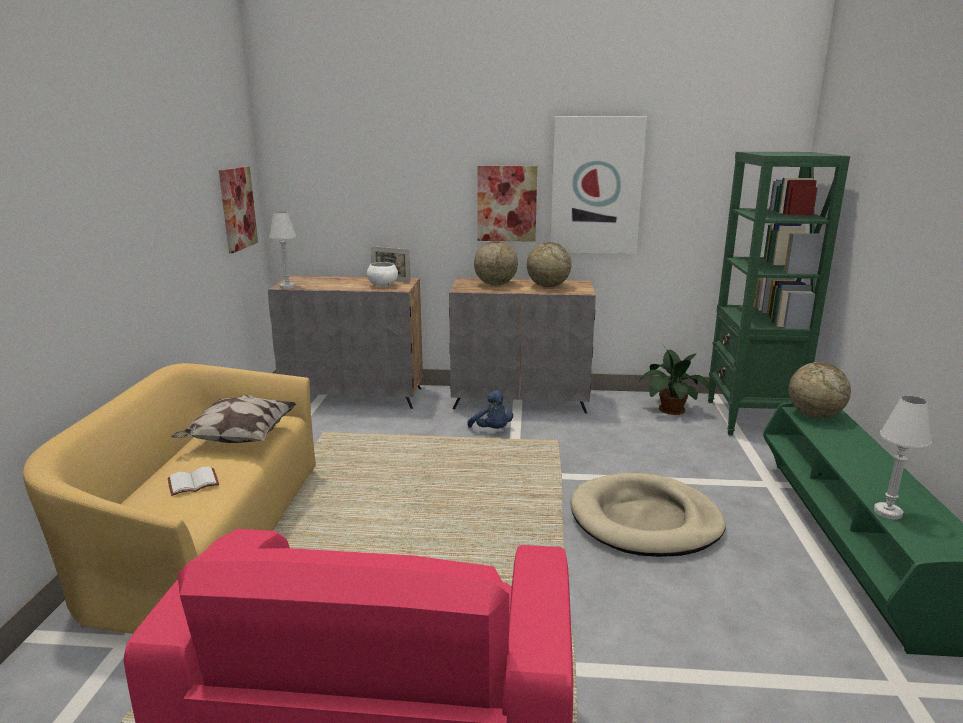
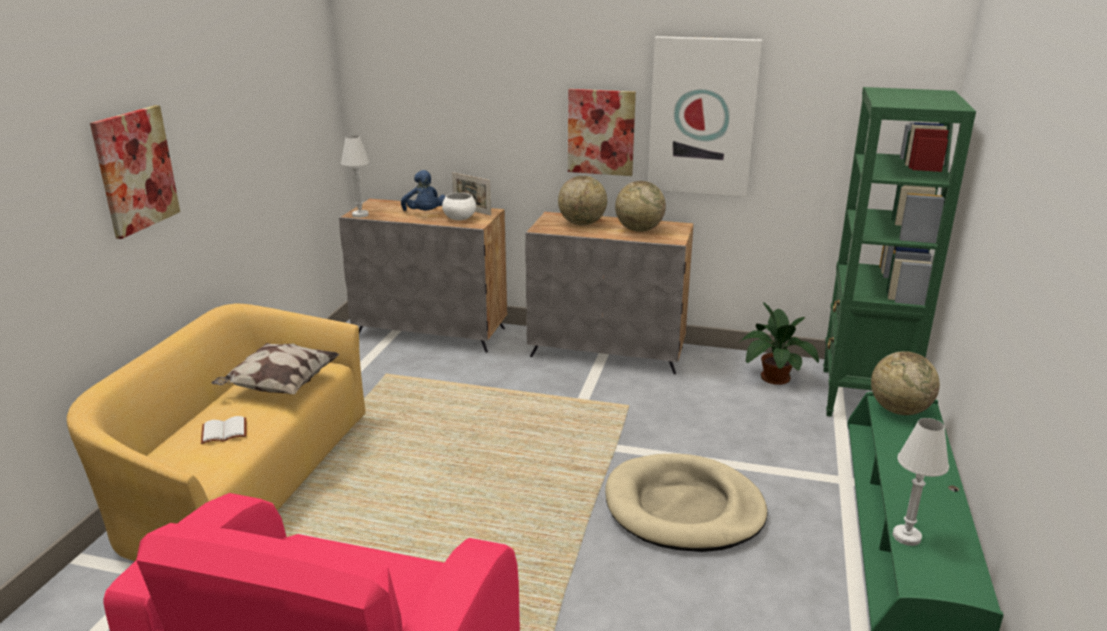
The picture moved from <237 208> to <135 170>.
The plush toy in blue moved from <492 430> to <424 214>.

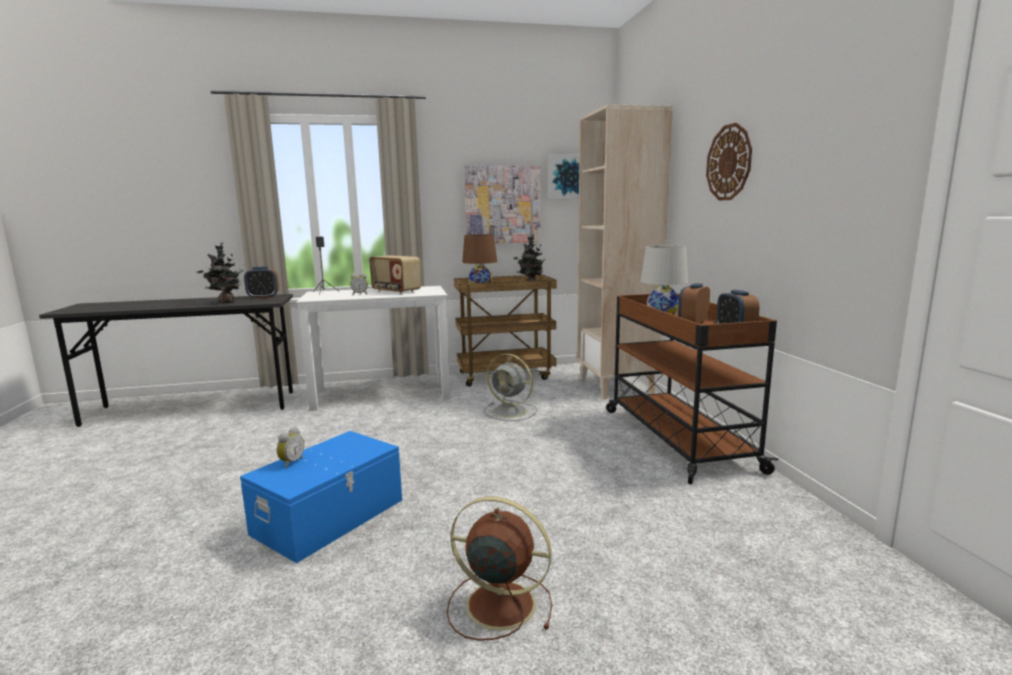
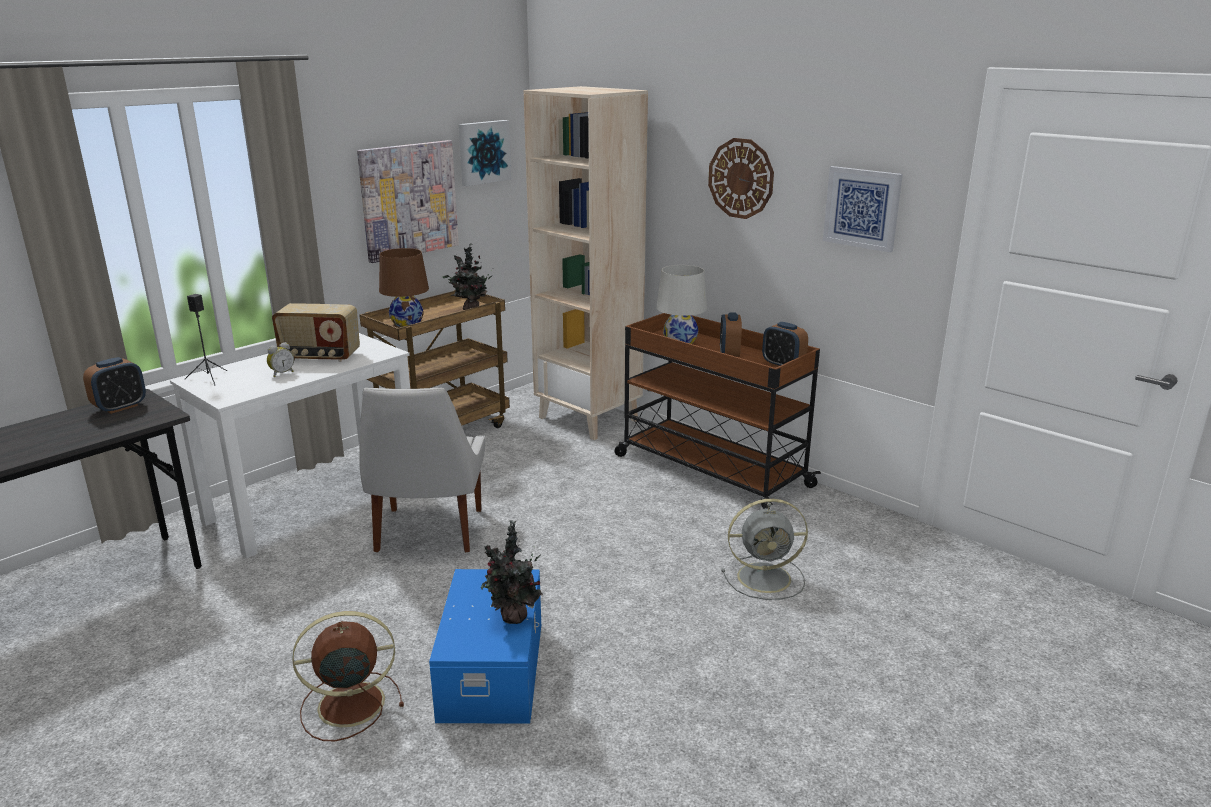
The fan in brown moved from <497 604> to <348 705>.
The chair in white at <428 533> appeared.
The potted plant moved from <225 302> to <513 618>.
The fan in grey moved from <511 411> to <766 577>.
The picture at <862 208> appeared.
The alarm clock at <291 462> disappeared.

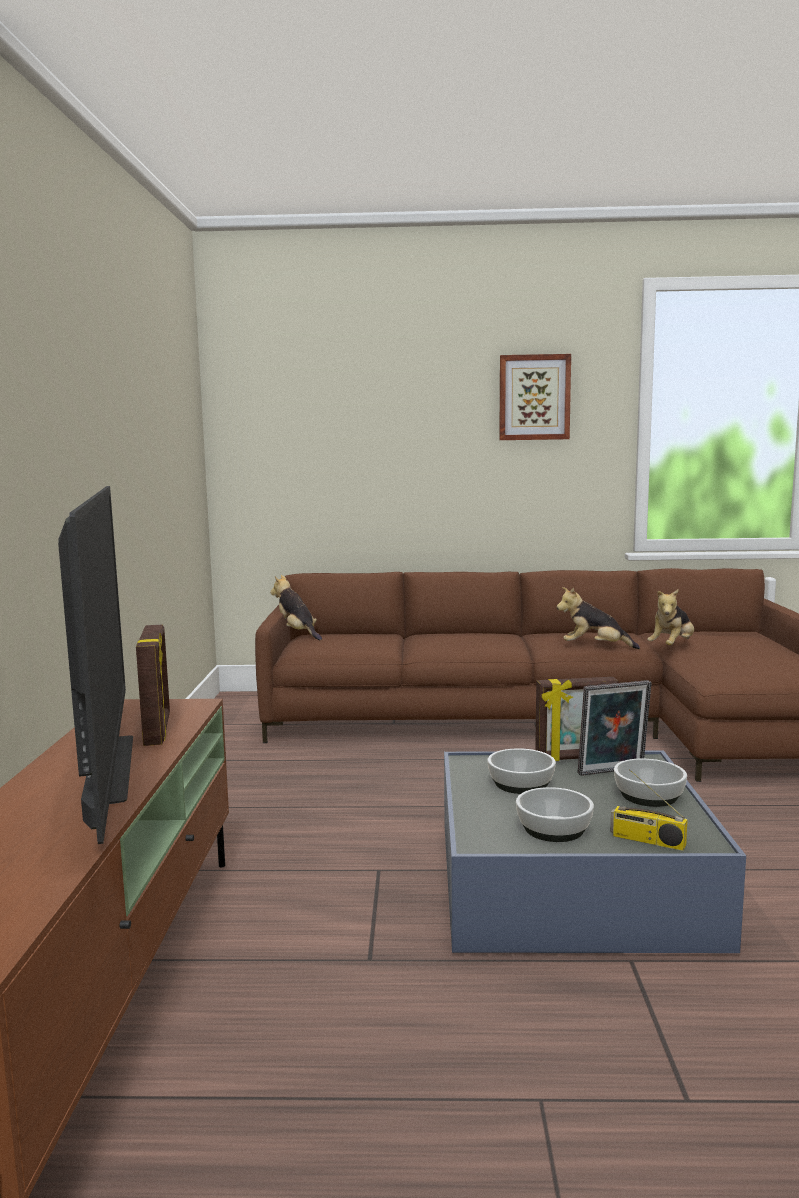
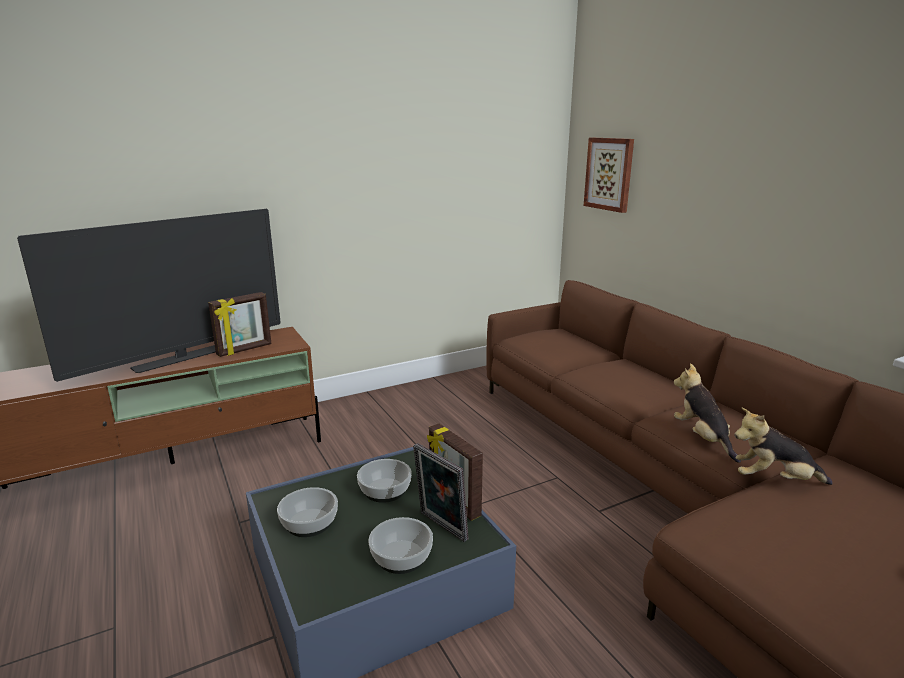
The picture moved from <534 397> to <609 174>.
The plush toy at <297 633> disappeared.
The radio at <647 840> disappeared.

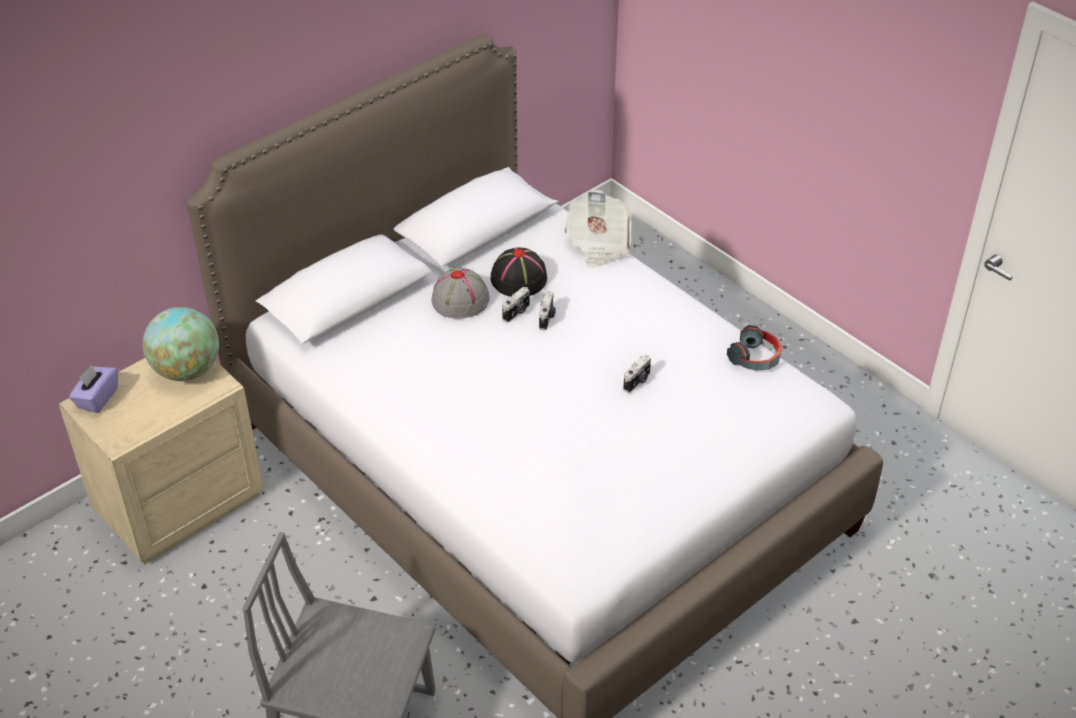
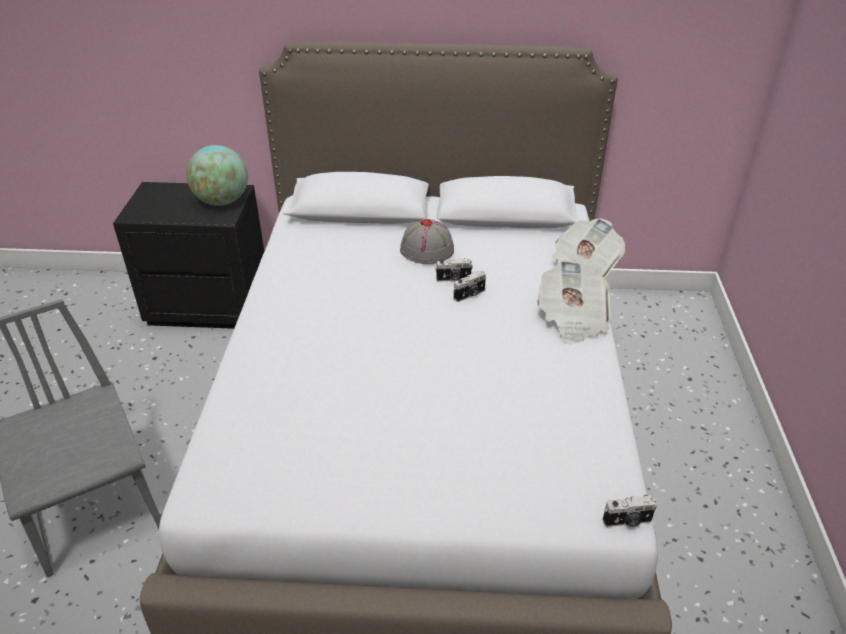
The nightstand in beige at <178 502> became the nightstand in black at <209 304>.
The newspaper at <572 319> appeared.
The photo camera moved from <637 382> to <627 521>.
The tissue box in purple at <97 398> disappeared.
The hat in black at <519 279> disappeared.
The headphones at <755 358> disappeared.

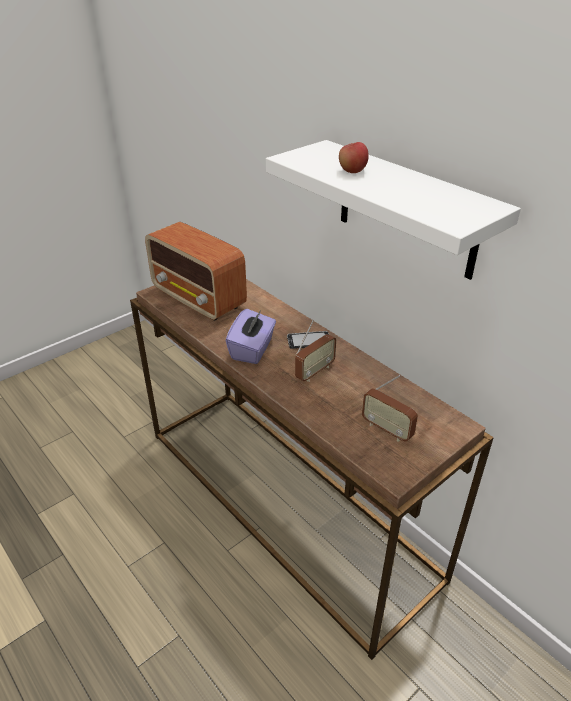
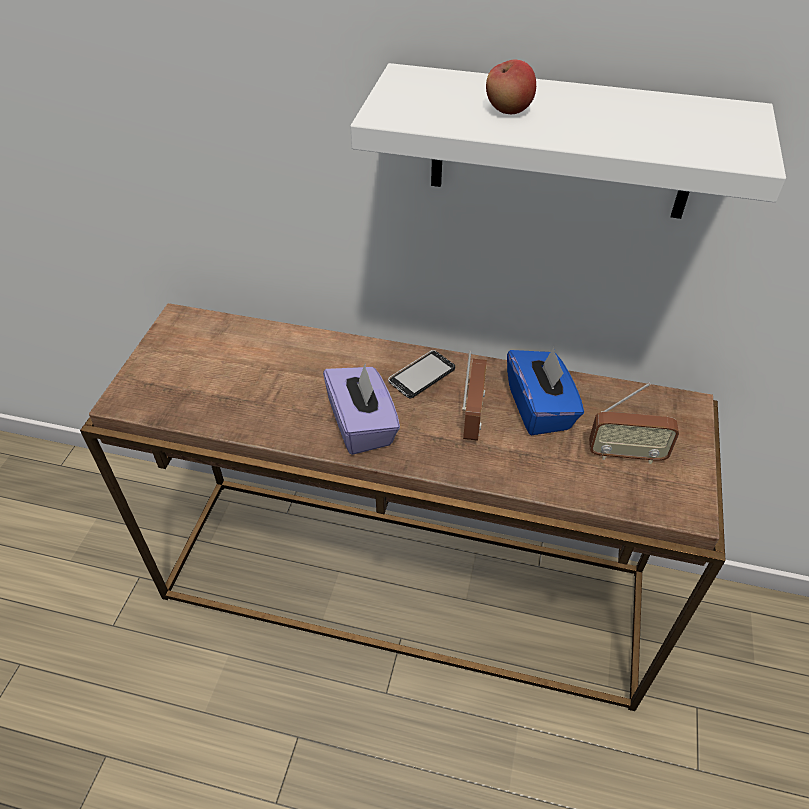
The tissue box in blue at <539 408> appeared.
The radio at <199 299> disappeared.

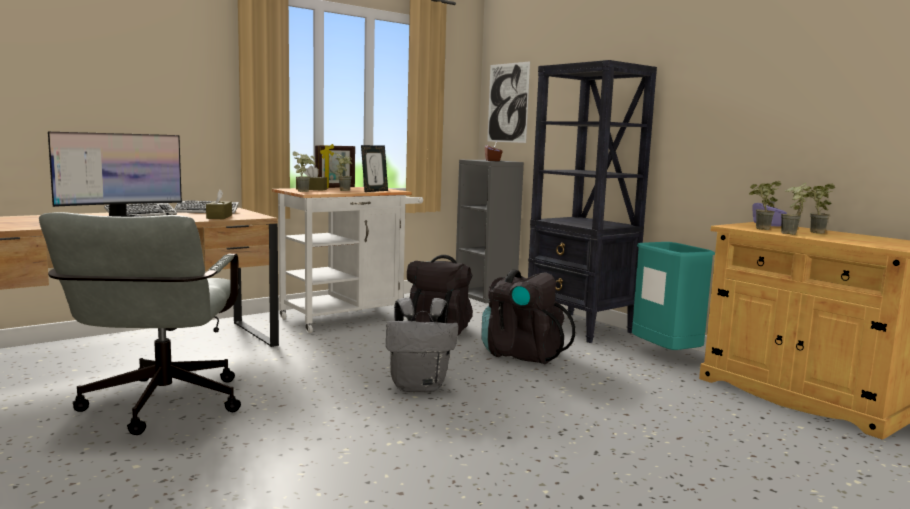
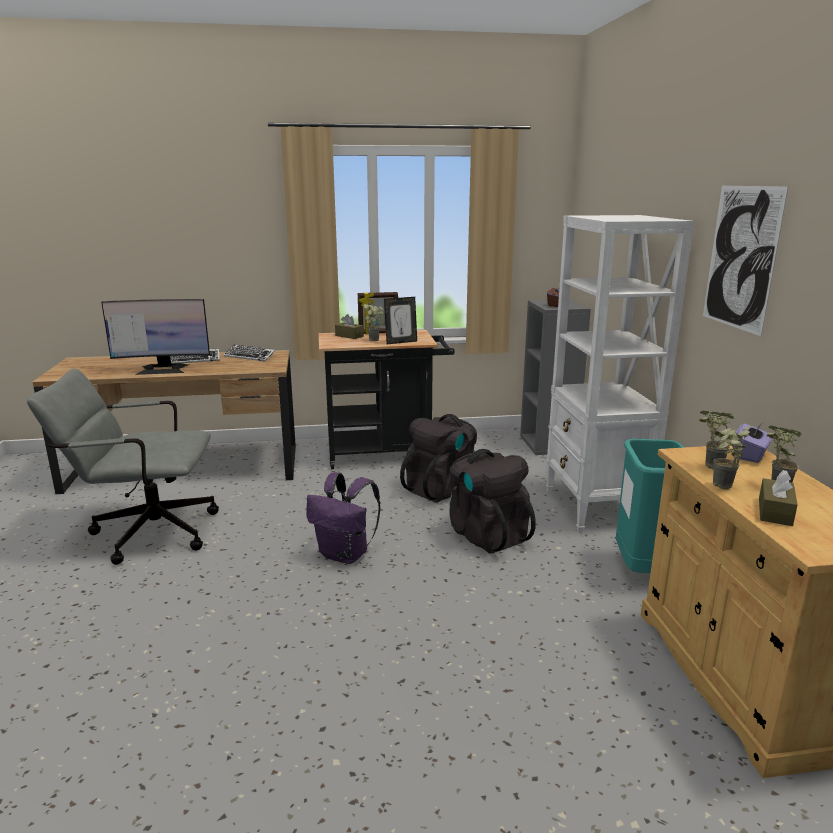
The office chair in grey at <159 409> turned 60 degrees clockwise.
The backpack in grey at <419 387> became the backpack in purple at <345 555>.
The cart in white at <349 317> became the cart in black at <386 454>.
The bookcase in black at <580 327> became the bookcase in white at <595 508>.
The picture moved from <508 103> to <741 258>.
The tissue box in brown moved from <219 217> to <775 511>.
The potted plant at <305 191> disappeared.

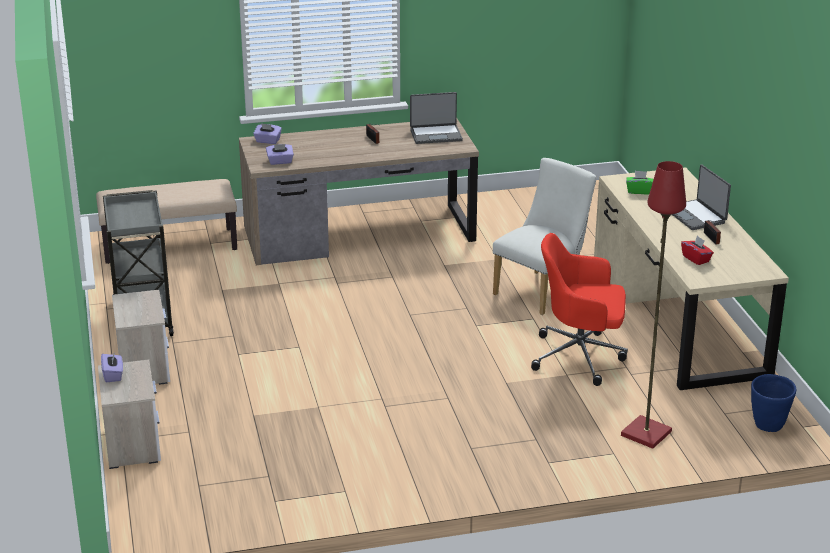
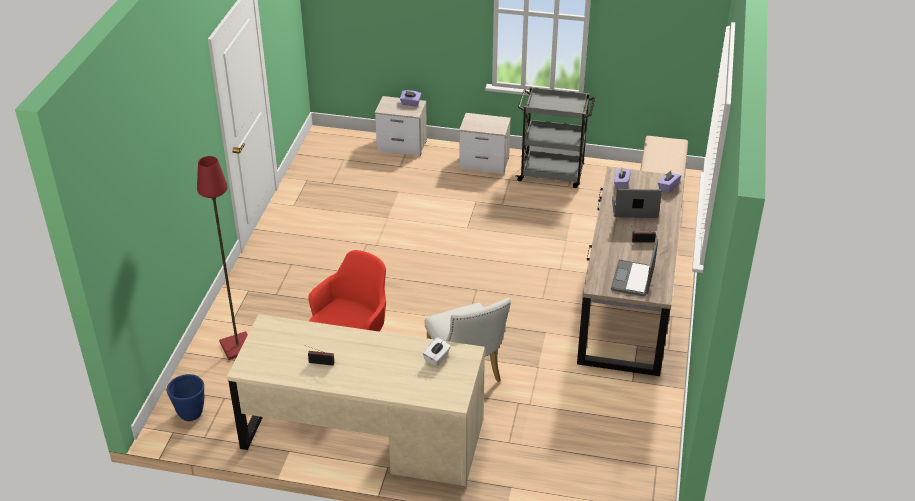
The tissue box in green at <639 191> became the tissue box in white at <437 358>.
The laptop moved from <696 216> to <634 209>.
The tissue box in red at <696 259> disappeared.

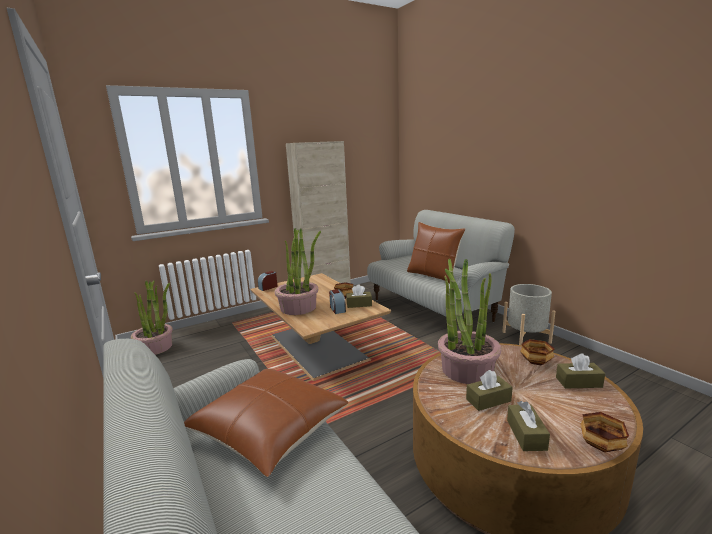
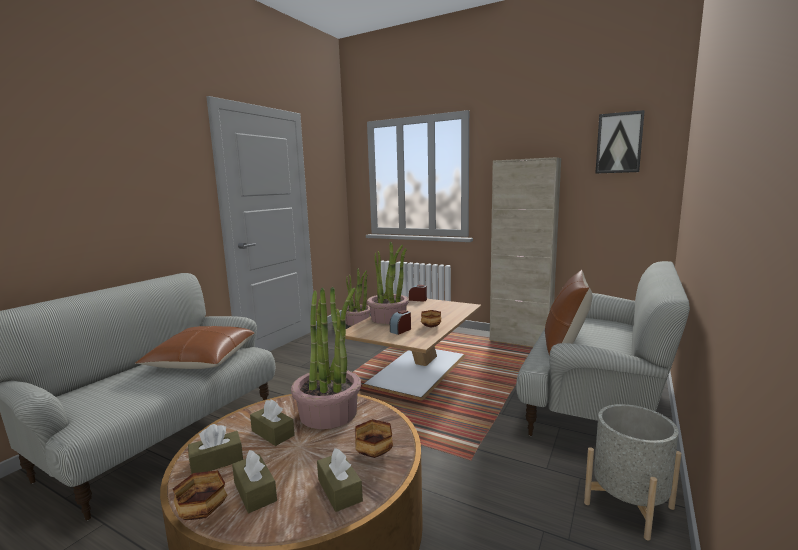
The tissue box in brown moved from <359 304> to <255 491>.
The picture at <619 143> appeared.

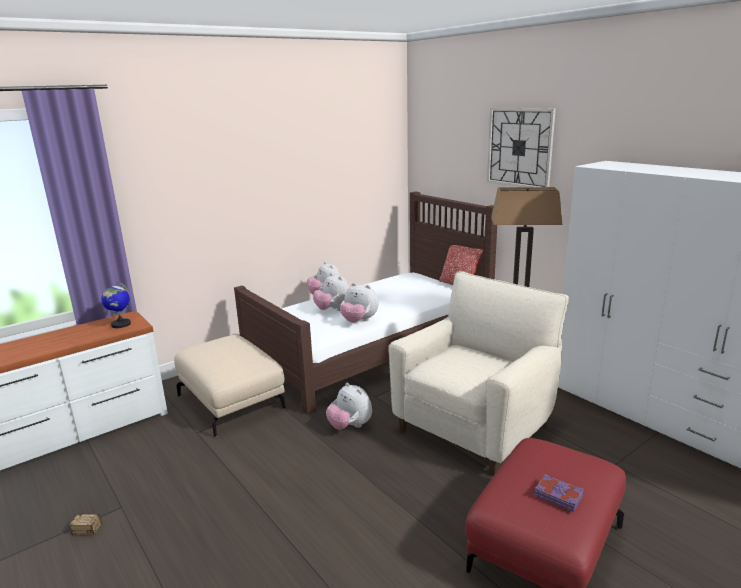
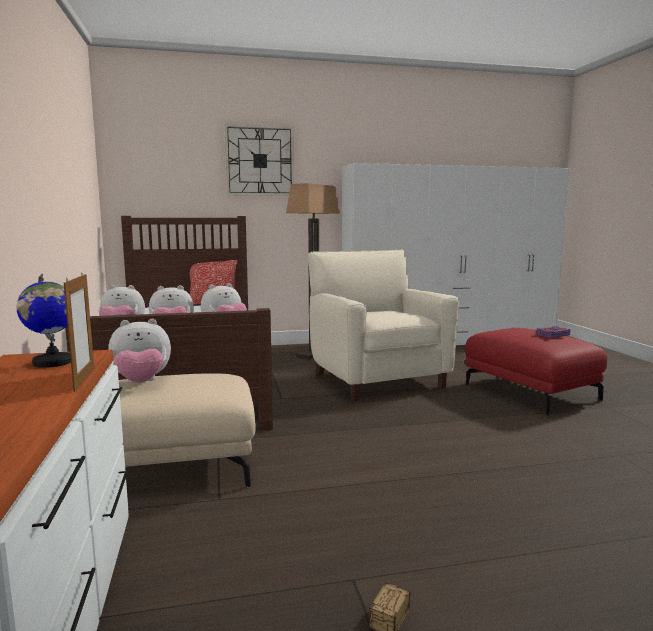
The picture frame at <84 379> appeared.
The plush toy moved from <350 426> to <141 383>.

